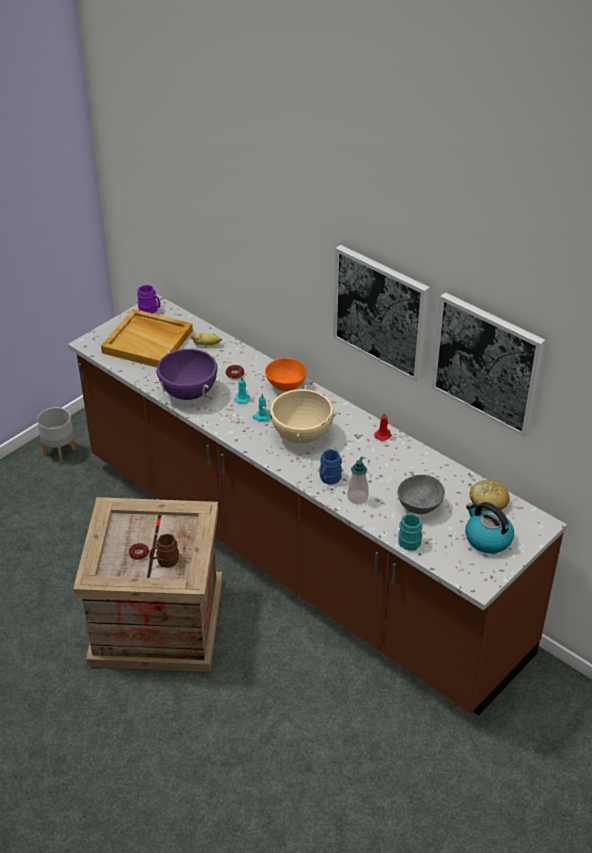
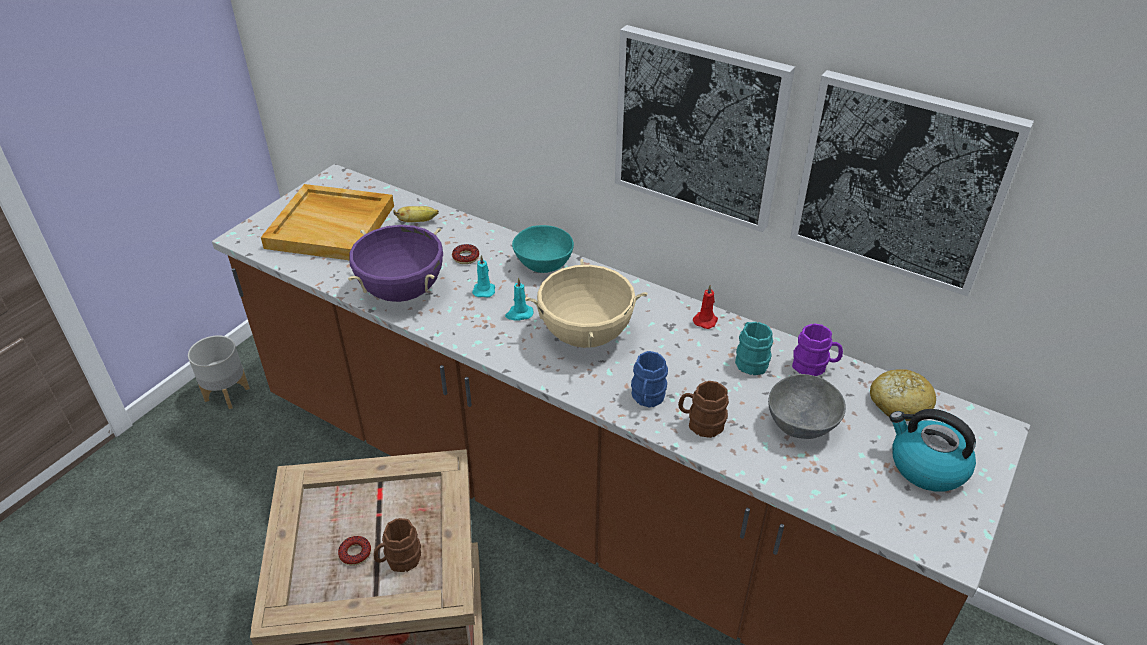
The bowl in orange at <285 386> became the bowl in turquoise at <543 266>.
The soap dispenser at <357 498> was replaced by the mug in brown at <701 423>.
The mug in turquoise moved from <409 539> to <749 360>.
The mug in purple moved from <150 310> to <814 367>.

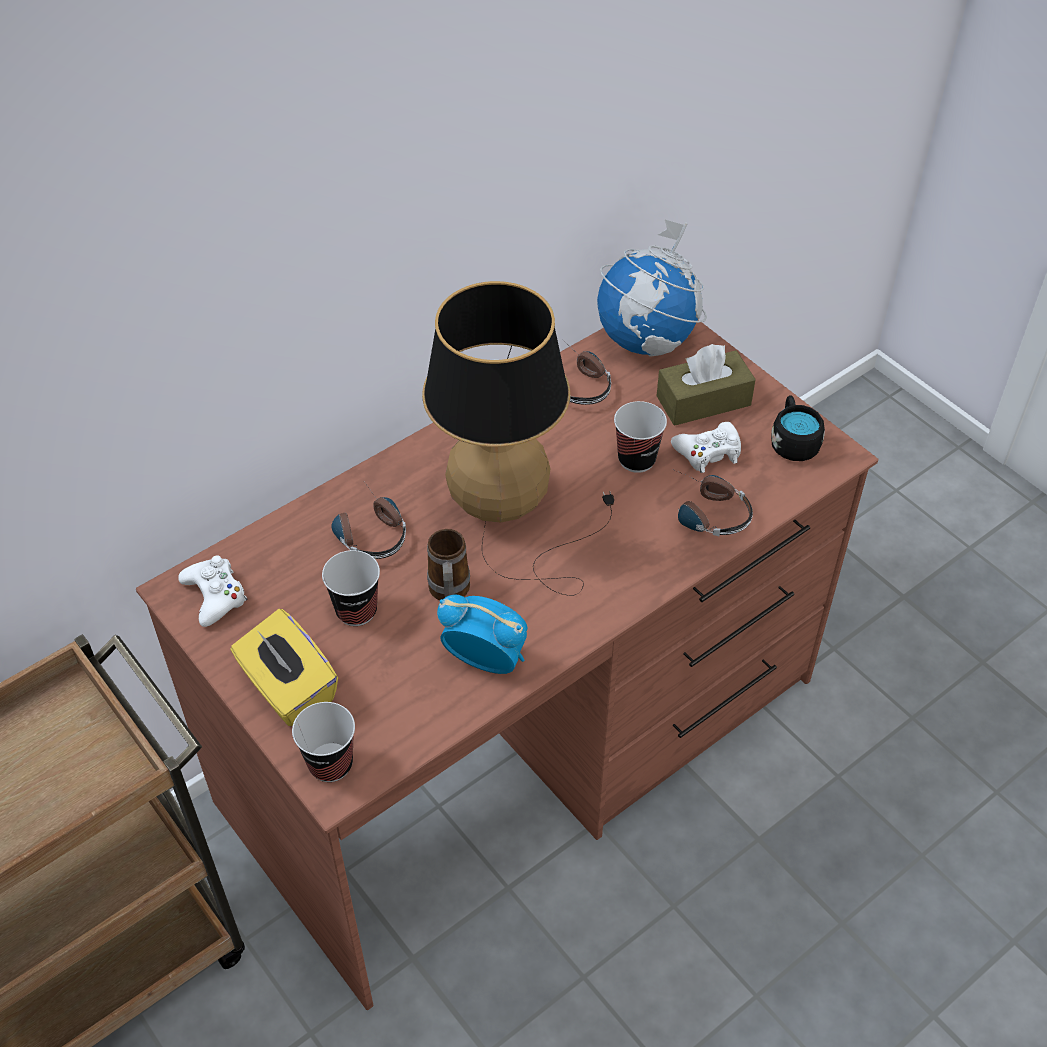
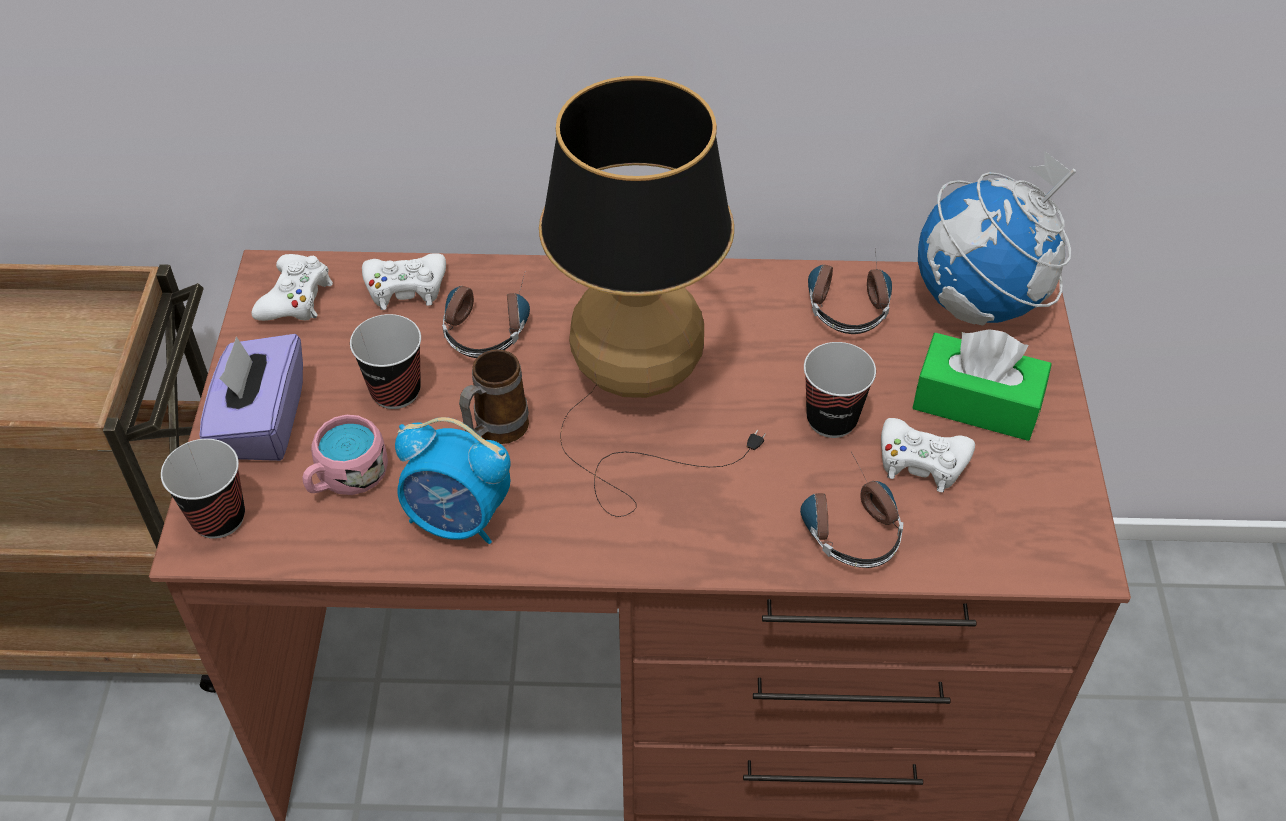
The tissue box in yellow at <288 688> became the tissue box in purple at <261 423>.
The mug in pink at <346 478> appeared.
The game controller in white at <406 288> appeared.
The alarm clock at <486 659> turned 135 degrees clockwise.
The tissue box in brown at <703 401> became the tissue box in green at <976 403>.
The mug in black at <793 441> disappeared.

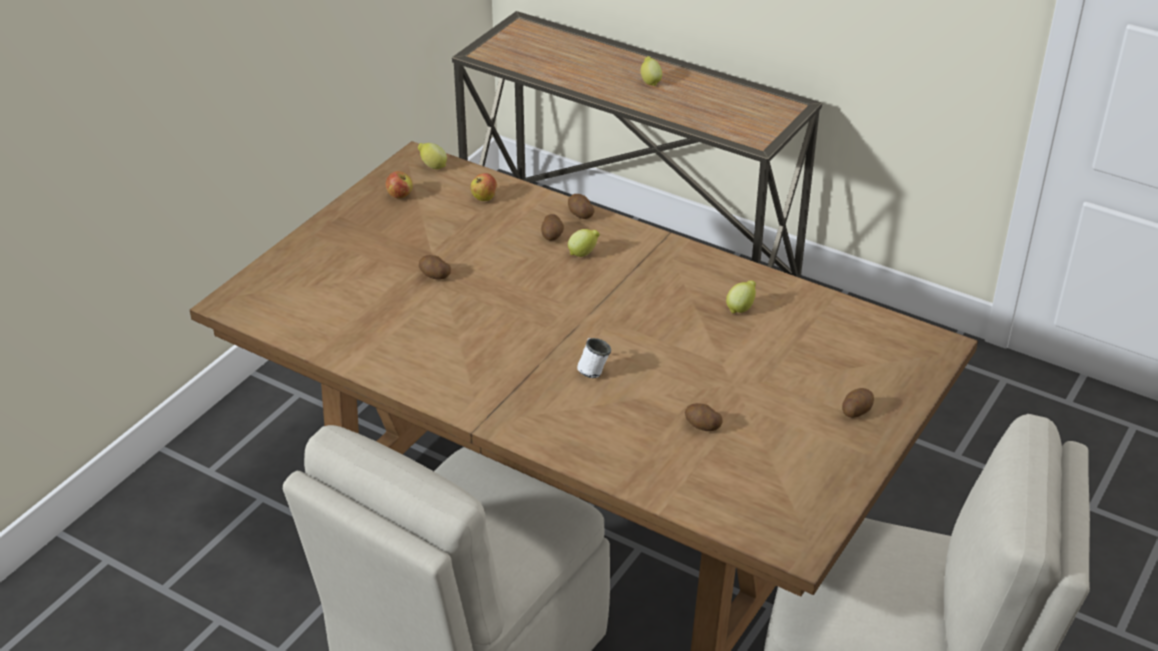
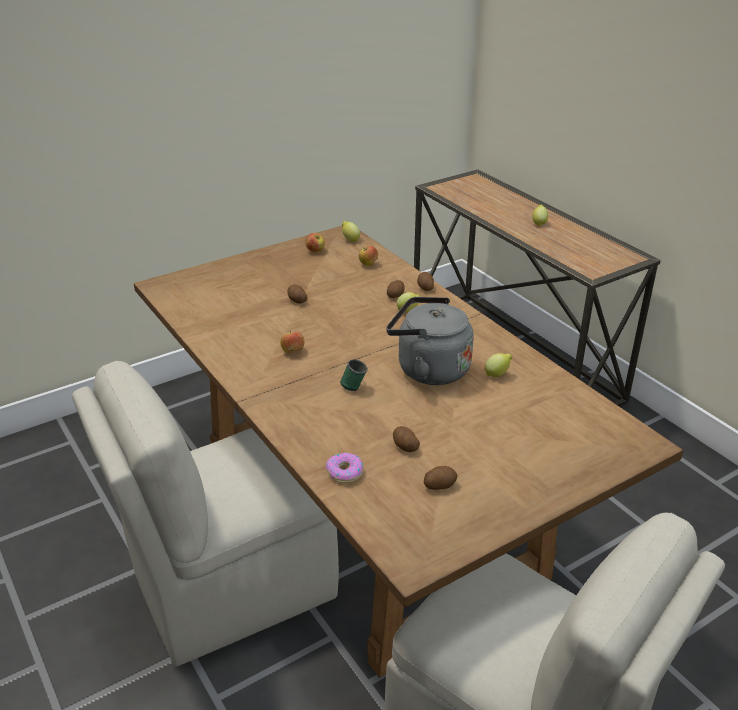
The apple at <292 351> appeared.
The donut at <344 472> appeared.
The mug in white at <592 369> became the mug in green at <354 385>.
The kettle in grey at <428 369> appeared.
The potato moved from <856 411> to <439 485>.

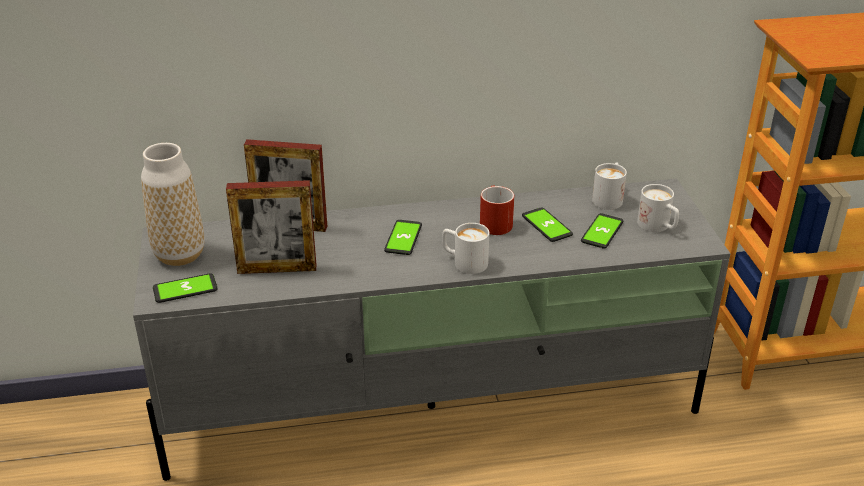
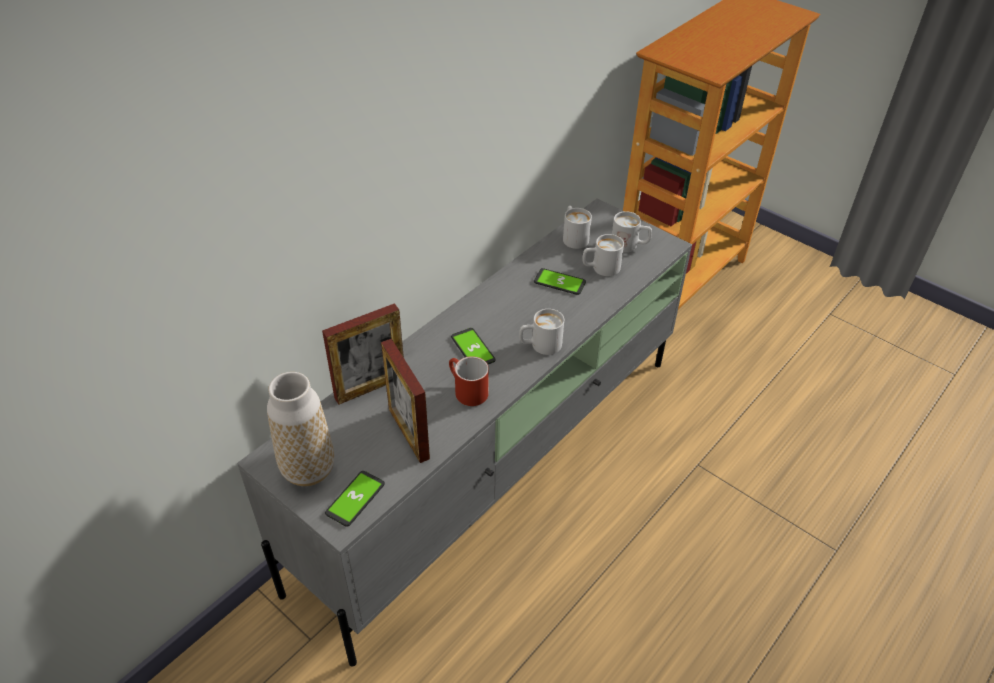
The picture frame at <277 269> turned 105 degrees clockwise.
The mug in red moved from <493 222> to <466 391>.
The phone at <602 232> was replaced by the mug in white at <600 268>.

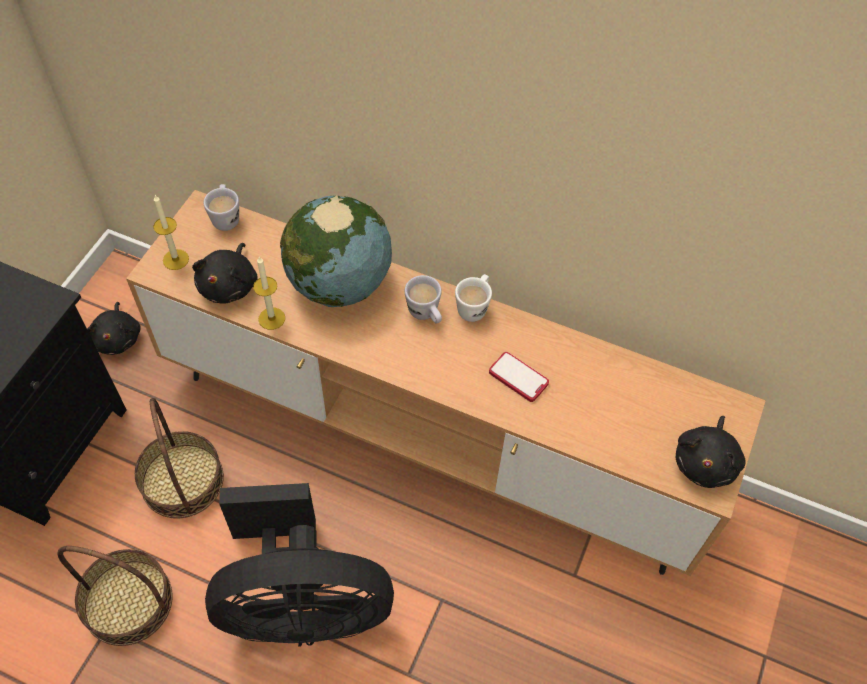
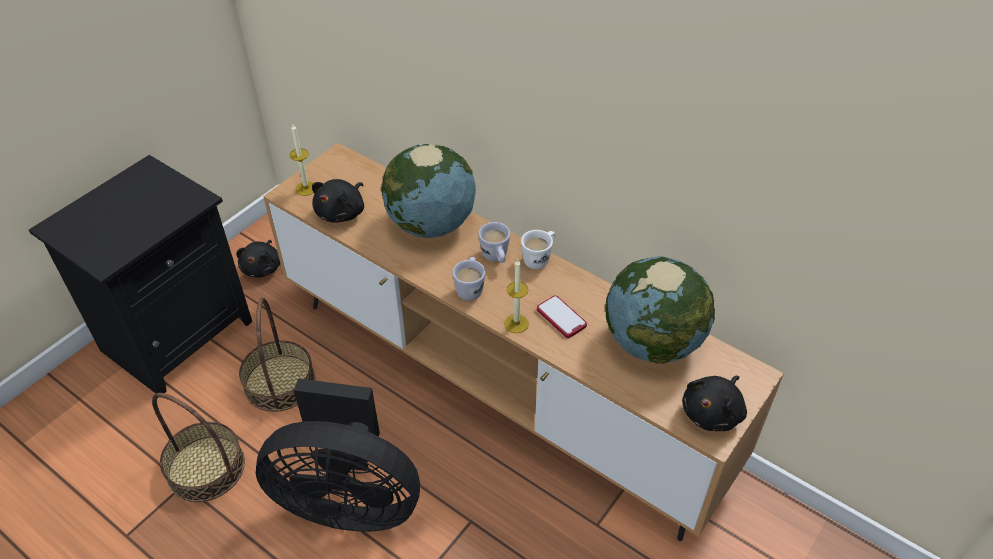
The mug in white moved from <226 217> to <470 288>.
The candle moved from <271 318> to <516 323>.
The globe at <653 343> appeared.

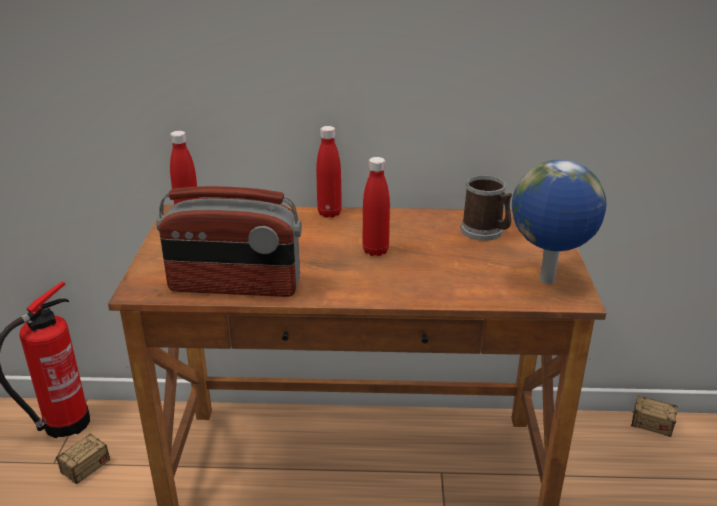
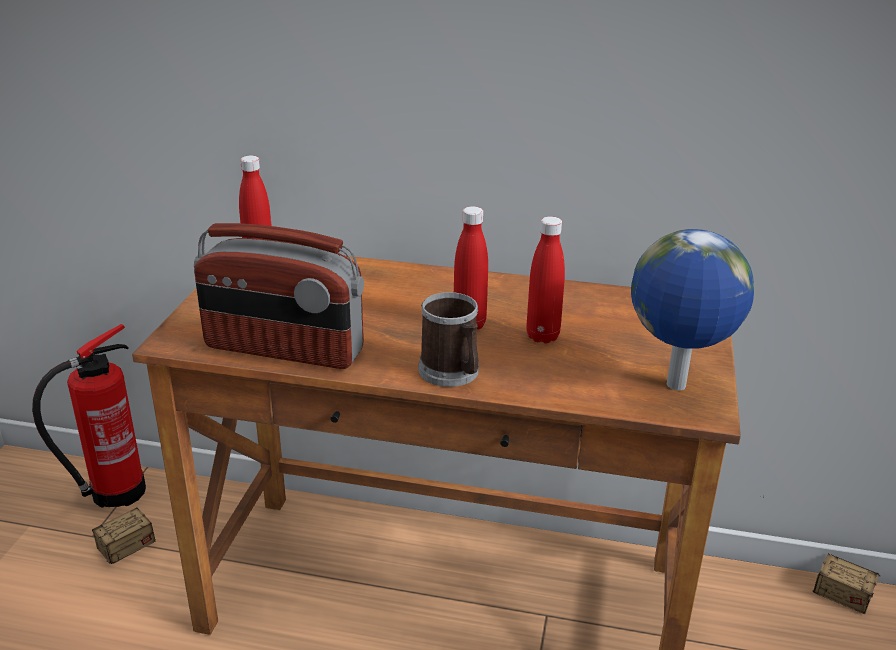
The mug moved from <486 232> to <453 373>.
The bottle in red moved from <329 213> to <542 336>.

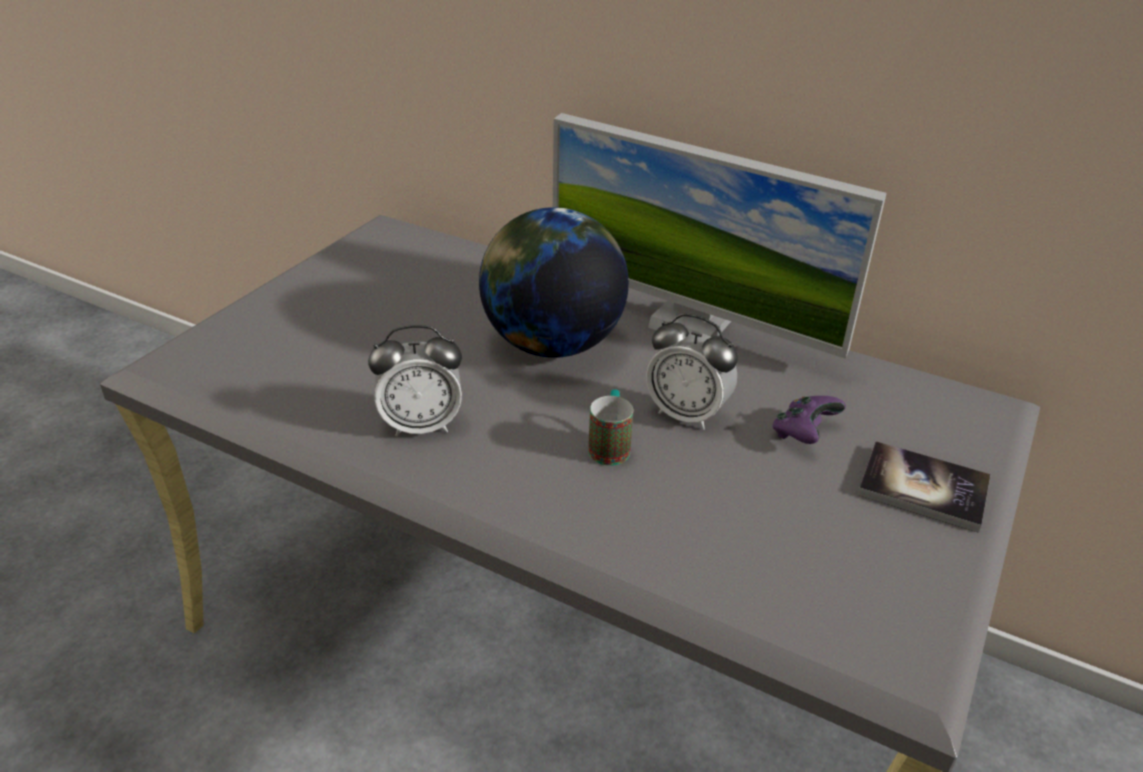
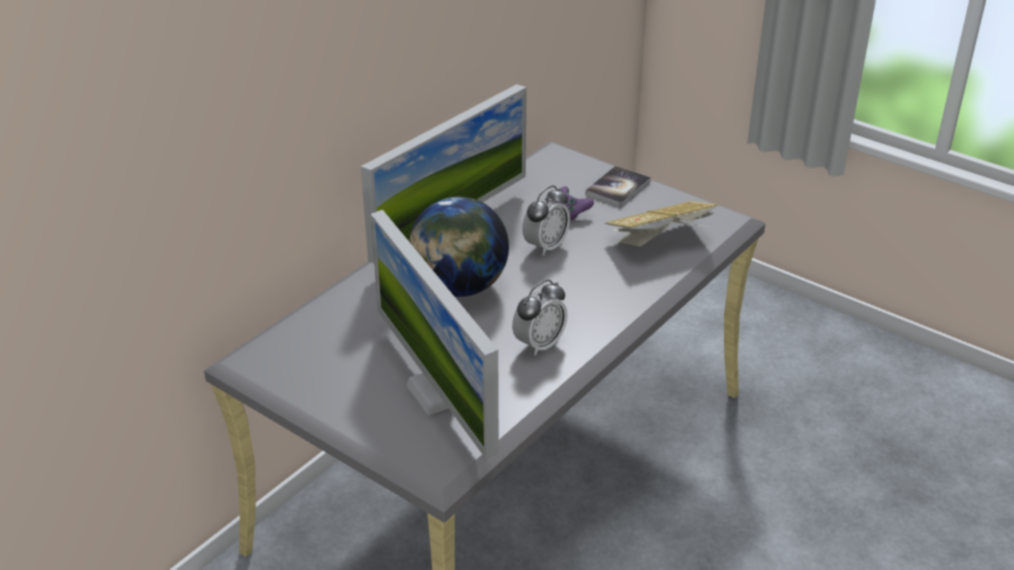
The monitor at <437 393> appeared.
The alarm clock at <421 425> turned 45 degrees clockwise.
The book at <661 241> appeared.
The mug at <610 445> disappeared.

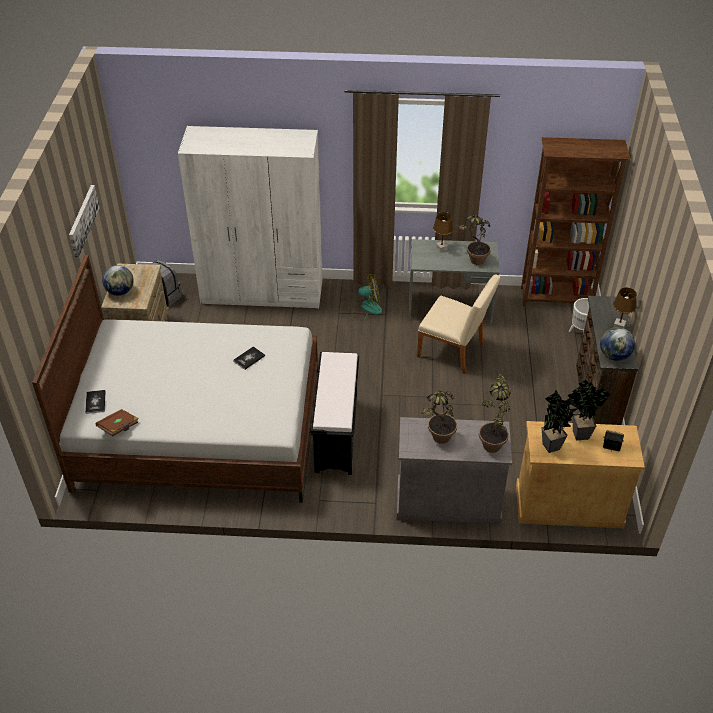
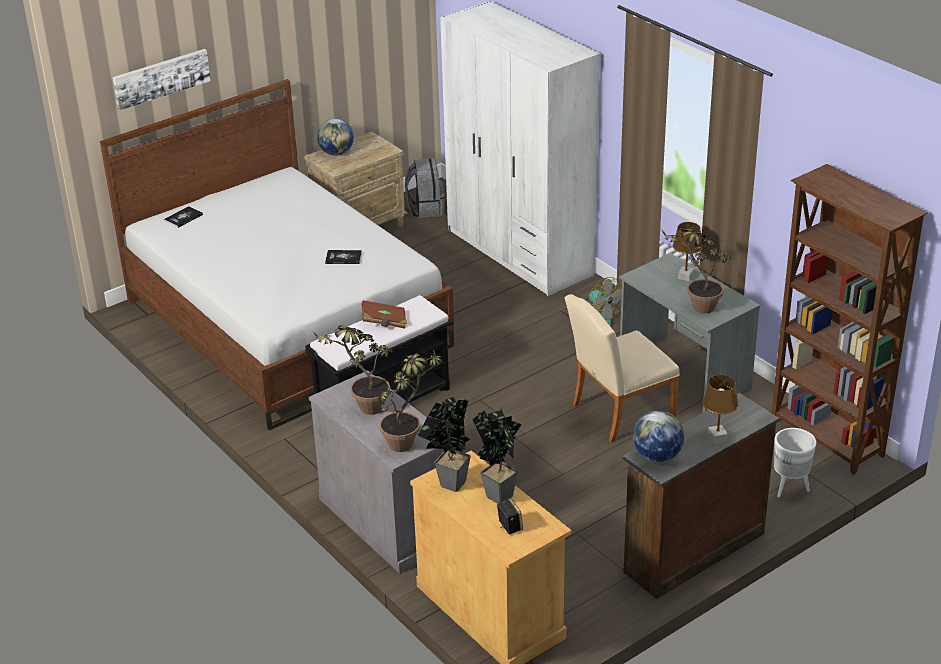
The picture moved from <82 220> to <161 78>.
The book in brown moved from <119 427> to <384 323>.
The chair in beige at <455 352> turned 75 degrees clockwise.

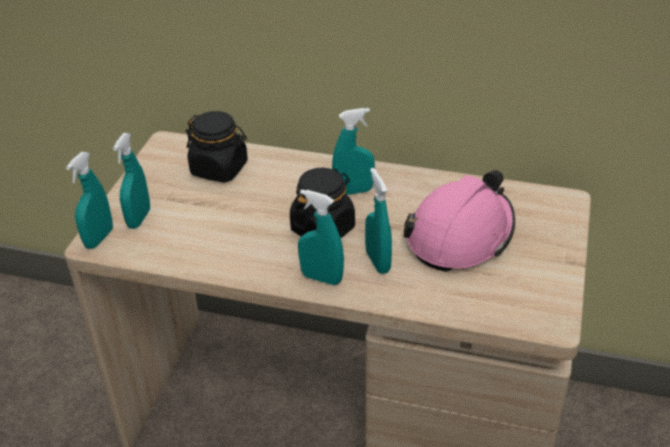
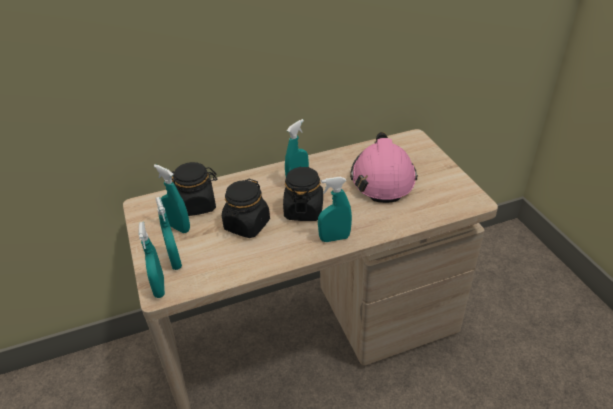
The spray bottle in turquoise moved from <377 262> to <178 227>.
The jar in black at <247 225> appeared.

